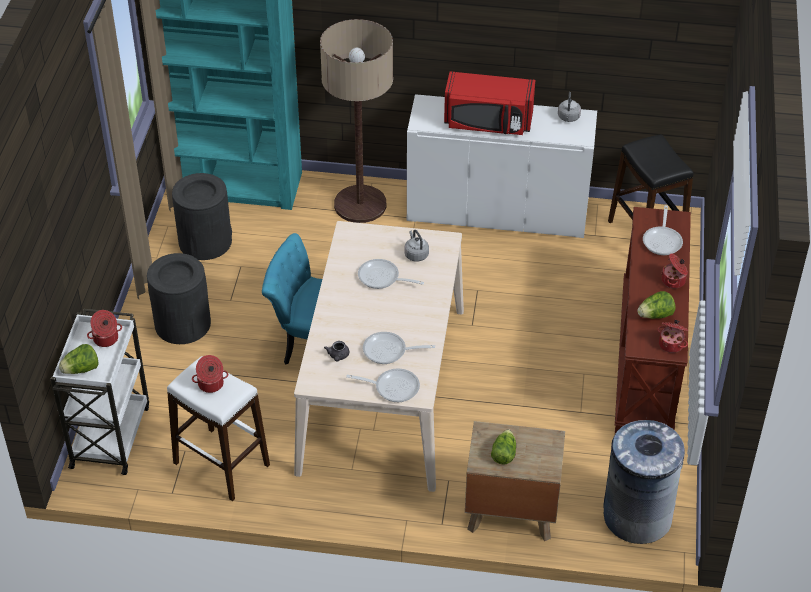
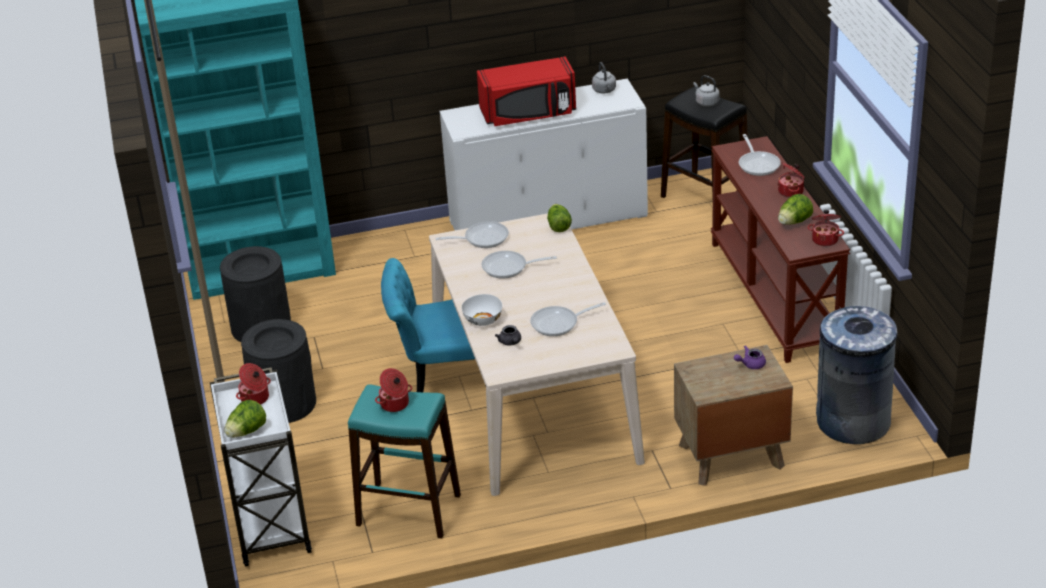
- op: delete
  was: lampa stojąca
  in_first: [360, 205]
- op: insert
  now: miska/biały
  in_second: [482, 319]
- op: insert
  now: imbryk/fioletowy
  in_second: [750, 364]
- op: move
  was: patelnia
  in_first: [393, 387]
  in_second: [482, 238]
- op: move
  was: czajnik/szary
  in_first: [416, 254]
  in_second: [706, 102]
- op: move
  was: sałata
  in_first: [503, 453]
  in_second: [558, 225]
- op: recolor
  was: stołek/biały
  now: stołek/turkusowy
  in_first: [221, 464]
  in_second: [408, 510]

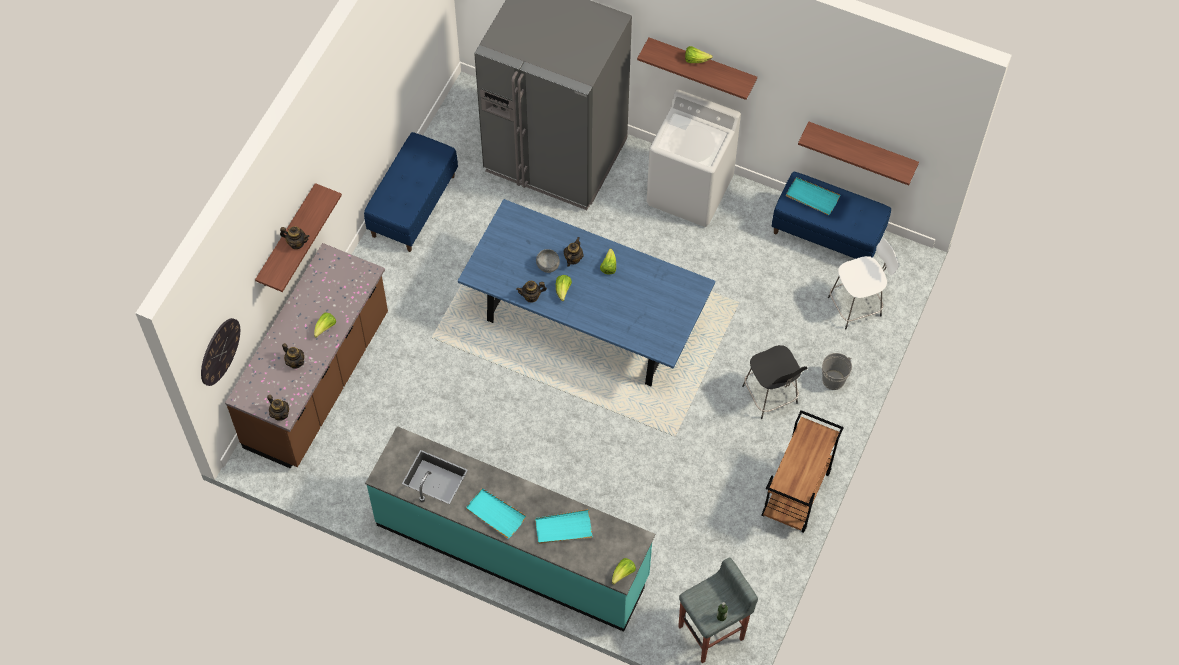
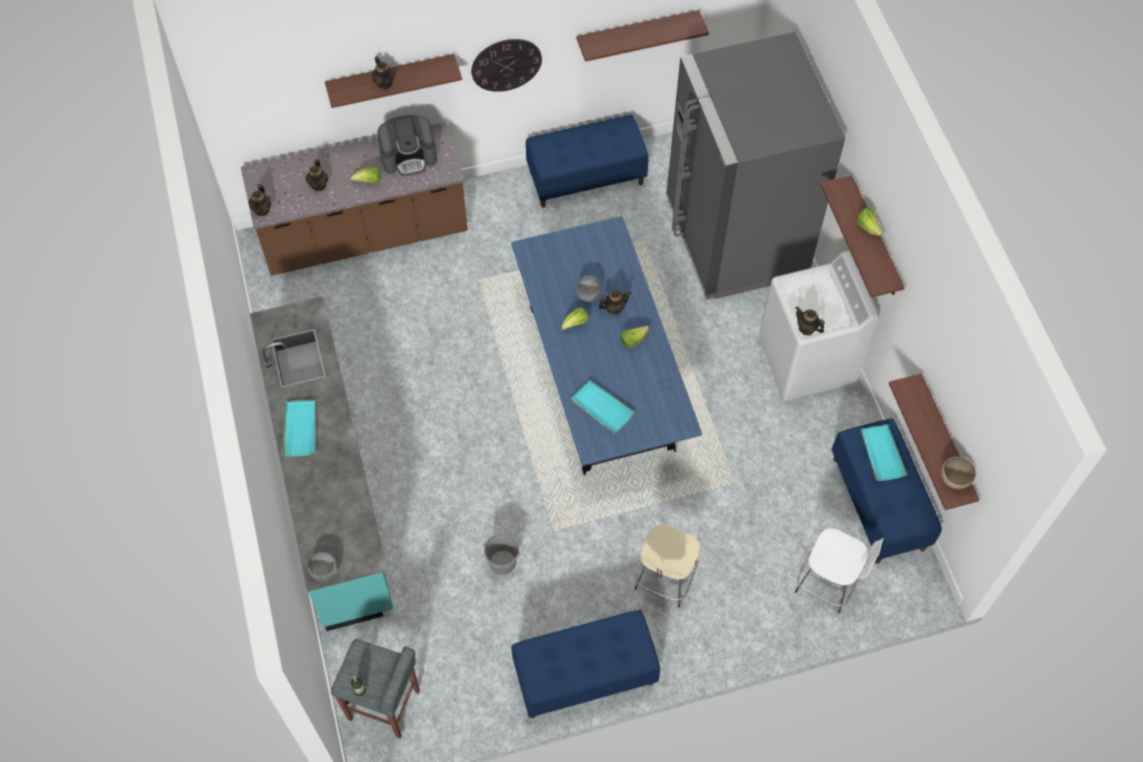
- op: insert
  now: ekspres do kawy
  in_second: [409, 156]
- op: insert
  now: półka
  in_second: [637, 32]
- op: insert
  now: miska/brązowy
  in_second: [954, 480]
- op: move
  was: zegar ścienny
  in_first: [219, 351]
  in_second: [506, 64]
- op: move
  was: imbryk
  in_first: [531, 296]
  in_second: [806, 328]
- op: move
  was: taca/turkusowy
  in_first: [563, 528]
  in_second: [601, 407]
- op: move
  was: wiadro/szary
  in_first: [833, 380]
  in_second: [502, 562]
- op: replace
  was: sałata
  now: miska/szary
  in_first: [623, 573]
  in_second: [325, 572]
- op: replace
  was: wózek/brązowy
  now: ławka/niebieski
  in_first: [796, 495]
  in_second: [584, 676]
- op: recolor
  was: stołek/czarny
  now: stołek/beżowy
  in_first: [770, 396]
  in_second: [664, 580]

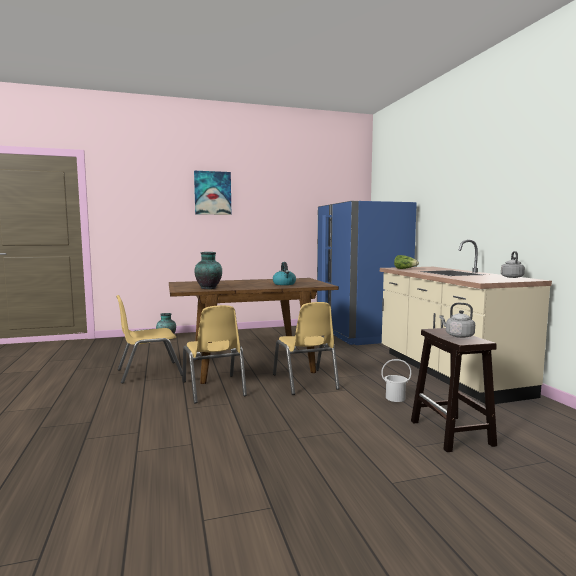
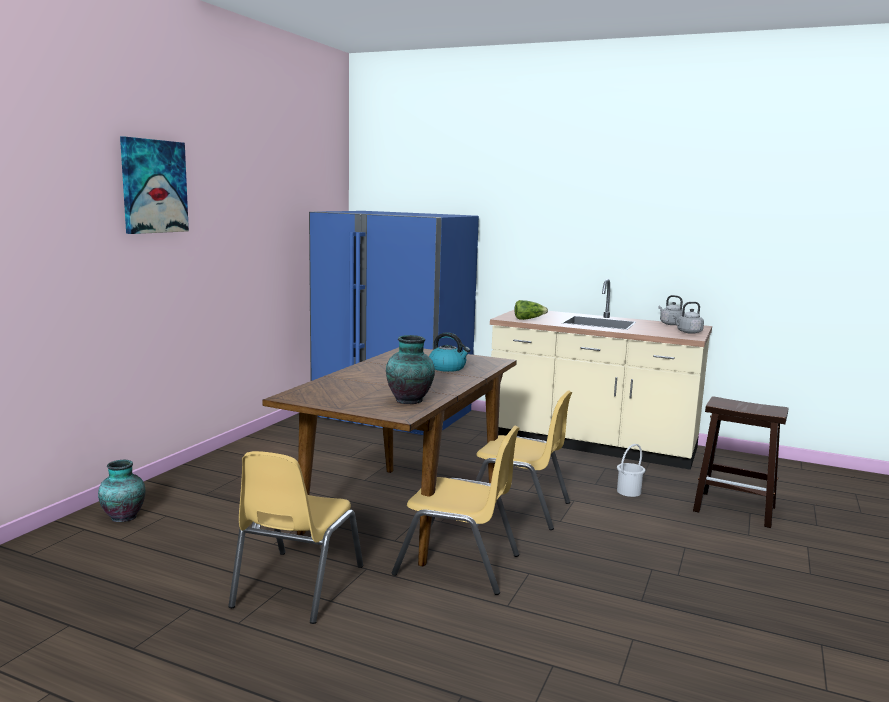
- op: move
  was: czajnik/szary
  in_first: [458, 336]
  in_second: [688, 332]

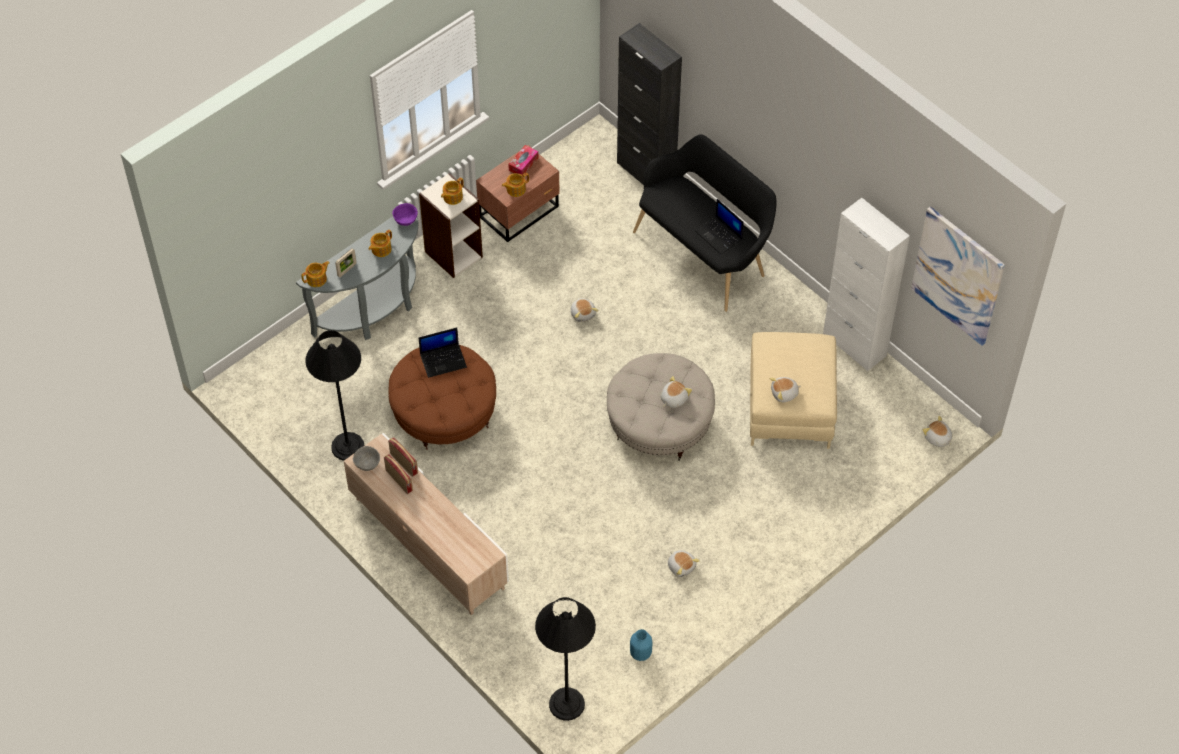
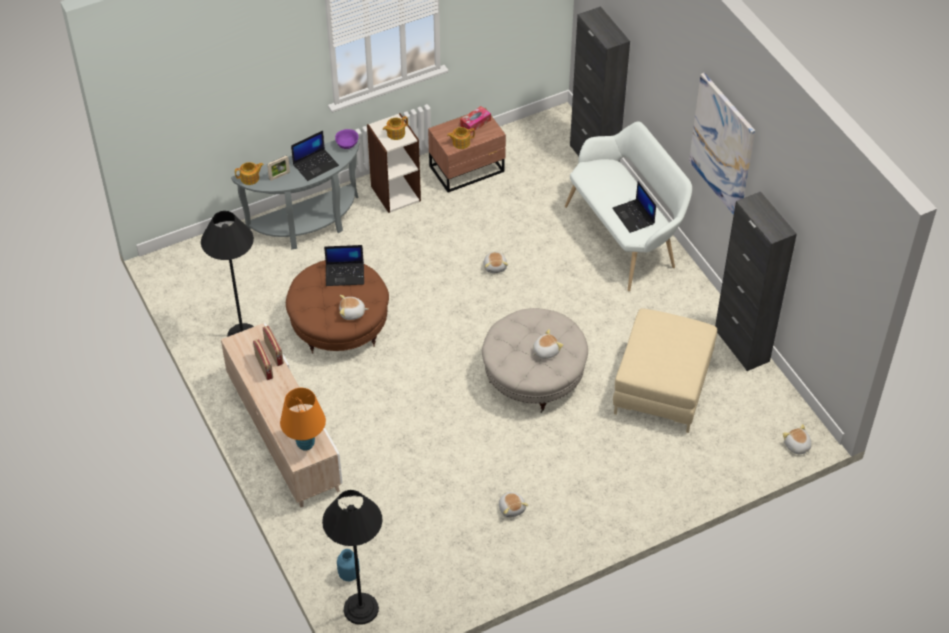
- op: delete
  was: miska/szary
  in_first: [367, 463]
- op: insert
  now: lampa stołowa/pomarańczowy
  in_second: [305, 444]
- op: move
  was: wazon/niebieski
  in_first: [640, 653]
  in_second: [348, 574]
- op: move
  was: pluszak
  in_first: [784, 394]
  in_second: [352, 313]
- op: move
  was: obraz
  in_first: [958, 275]
  in_second: [722, 145]
- op: replace
  was: imbryk
  now: laptop
  in_first: [380, 249]
  in_second: [316, 164]
- op: recolor
  was: ławka/czarny
  now: ławka/biały
  in_first: [704, 252]
  in_second: [625, 236]
- op: recolor
  was: szafka/biały
  now: szafka/czarny
  in_first: [854, 345]
  in_second: [741, 345]

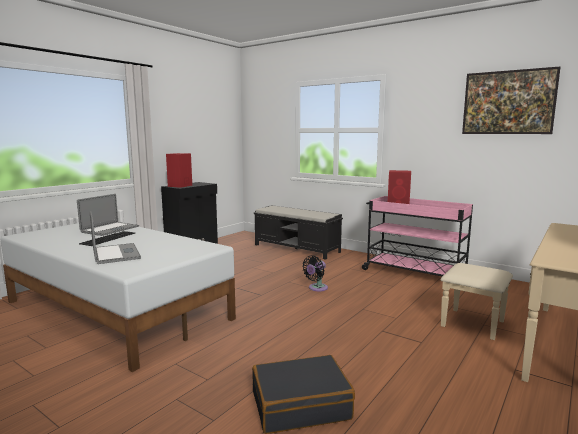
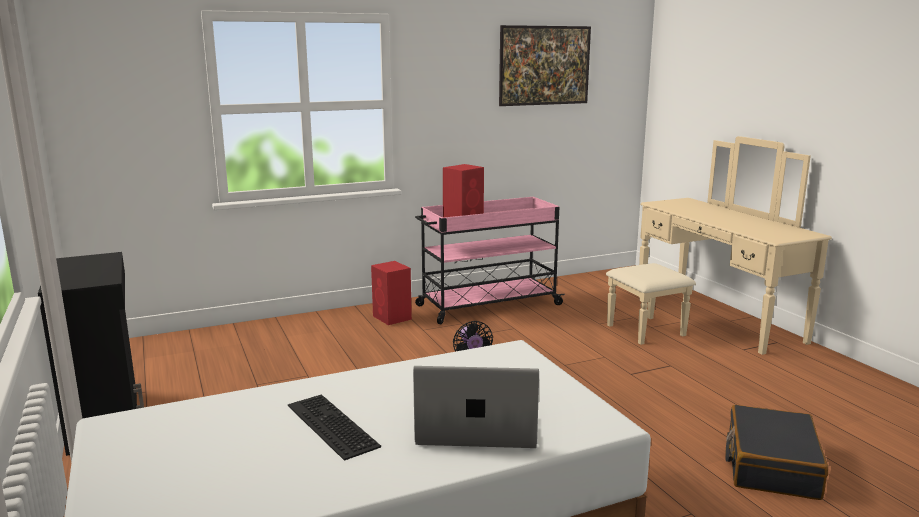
- op: delete
  was: laptop
  in_first: [110, 229]
- op: delete
  was: ławka/czarny
  in_first: [297, 248]
- op: move
  was: głośnik/czerwony
  in_first: [179, 186]
  in_second: [392, 318]

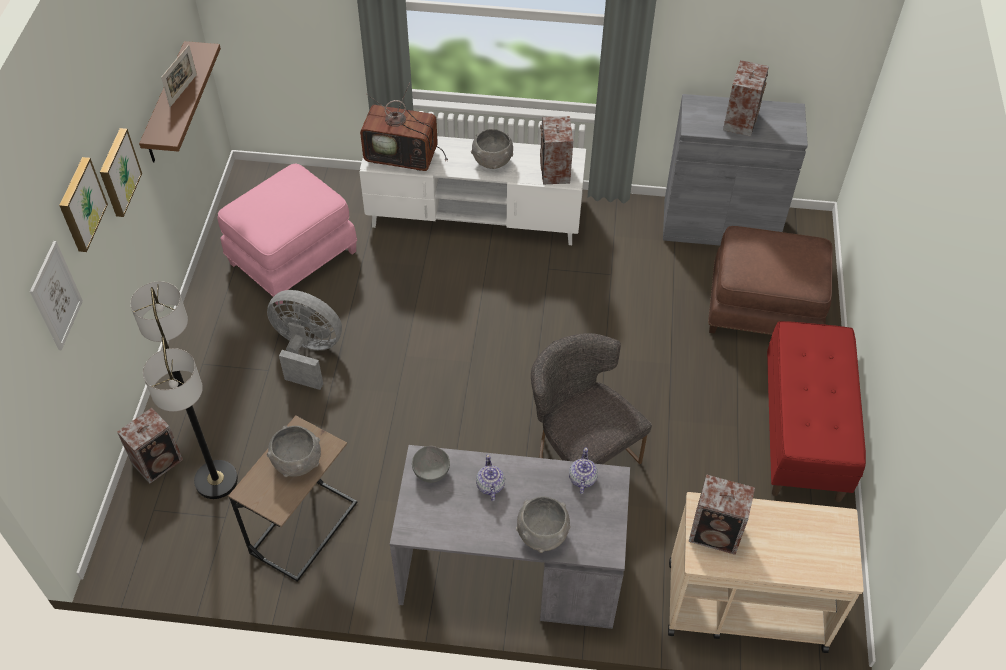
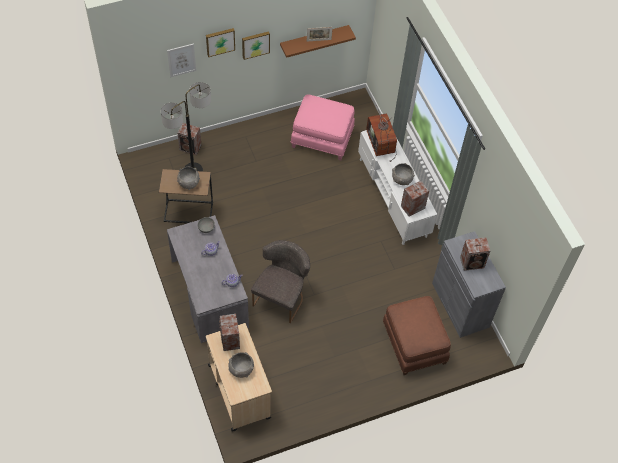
- op: delete
  was: wentylator/szary
  in_first: [307, 352]
- op: delete
  was: ławka/czerwony
  in_first: [803, 432]
- op: move
  was: miska/szary
  in_first: [542, 534]
  in_second: [241, 369]

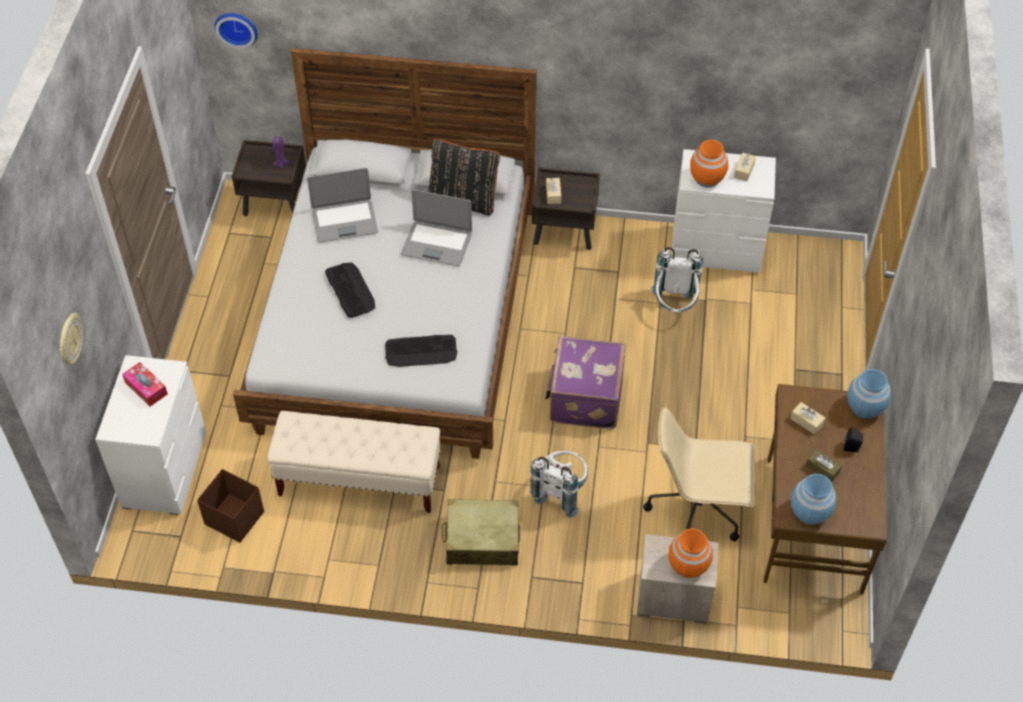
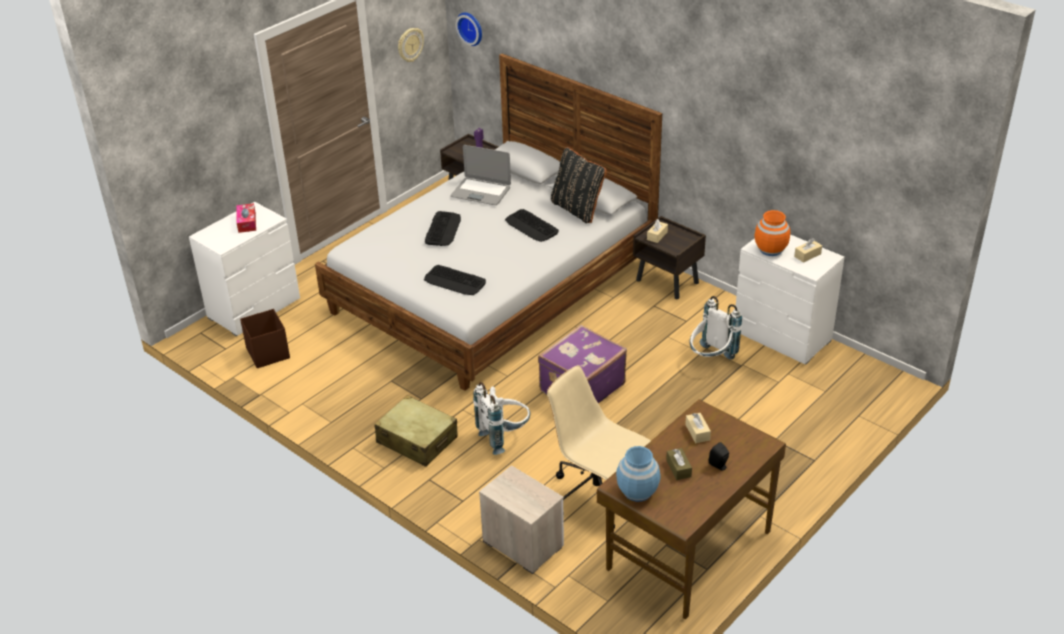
- op: delete
  was: ławka/beżowy
  in_first: [359, 481]
- op: delete
  was: wazon/pomarańczowy
  in_first: [688, 566]
- op: delete
  was: wazon/niebieski
  in_first: [864, 408]
- op: move
  was: zegar ścienny
  in_first: [69, 340]
  in_second: [410, 45]
- op: replace
  was: laptop
  now: klawiatura
  in_first: [437, 244]
  in_second: [531, 226]

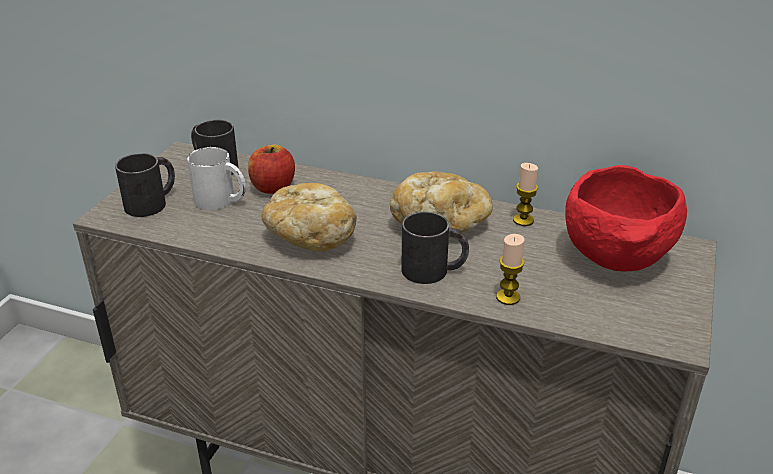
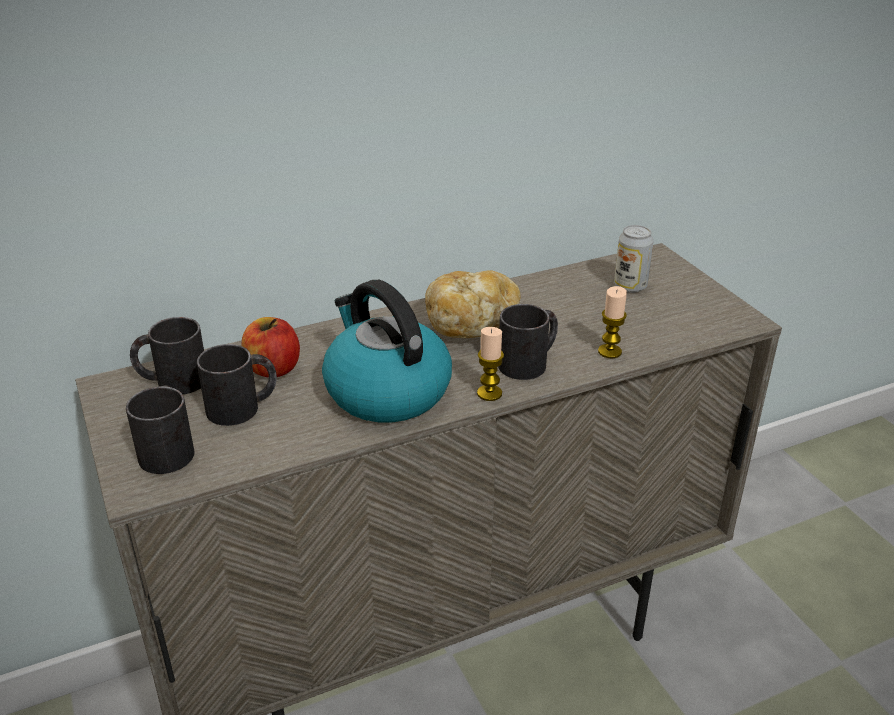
- op: move
  was: świeca
  in_first: [523, 220]
  in_second: [489, 393]
- op: replace
  was: chleb
  now: czajnik
  in_first: [310, 236]
  in_second: [385, 391]
- op: replace
  was: miska/czerwony
  now: puszka
  in_first: [617, 260]
  in_second: [630, 286]
- op: recolor
  was: kubek/biały
  now: kubek/czarny
  in_first: [221, 200]
  in_second: [243, 407]

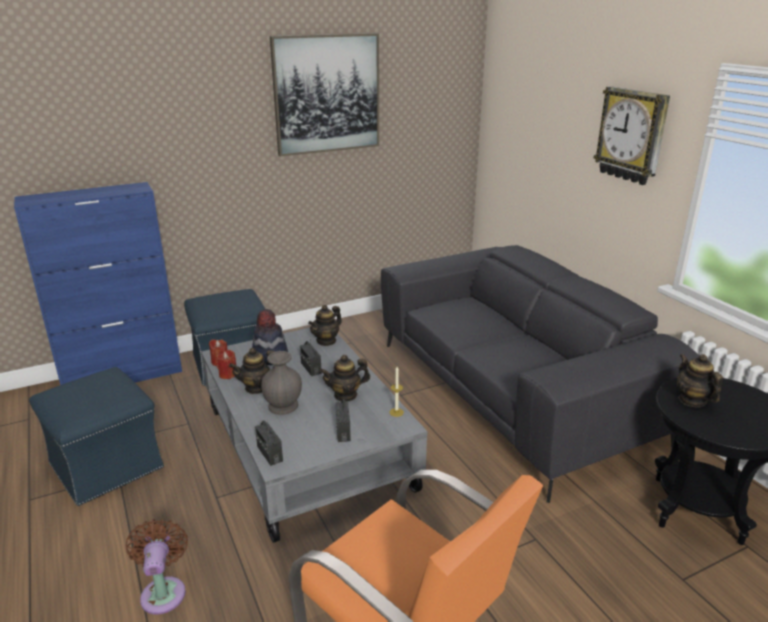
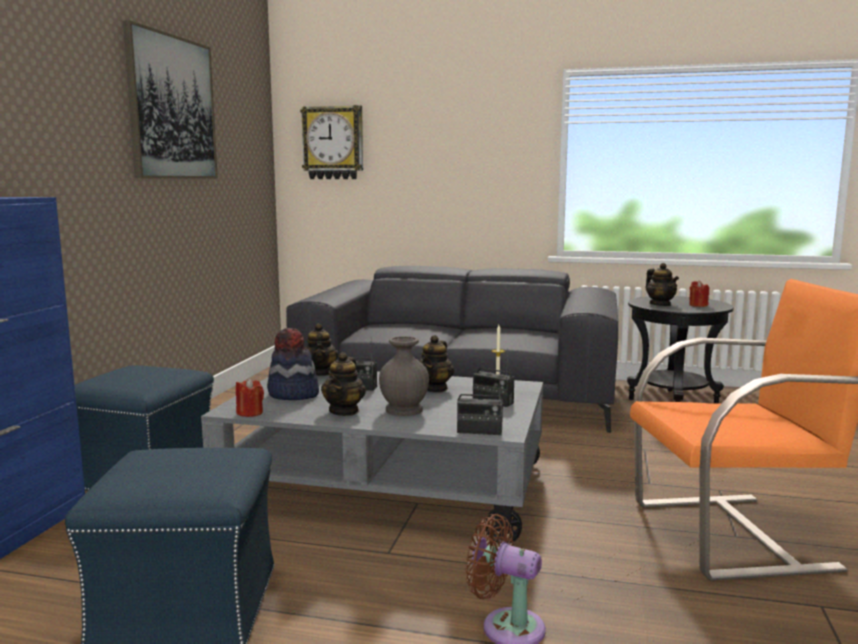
- op: move
  was: świeca/czerwony
  in_first: [228, 374]
  in_second: [698, 305]
- op: move
  was: zegar ścienny
  in_first: [632, 135]
  in_second: [333, 143]
- op: rotate
  was: imbryk
  in_first: [692, 400]
  in_second: [660, 304]
  clockwise: -135

